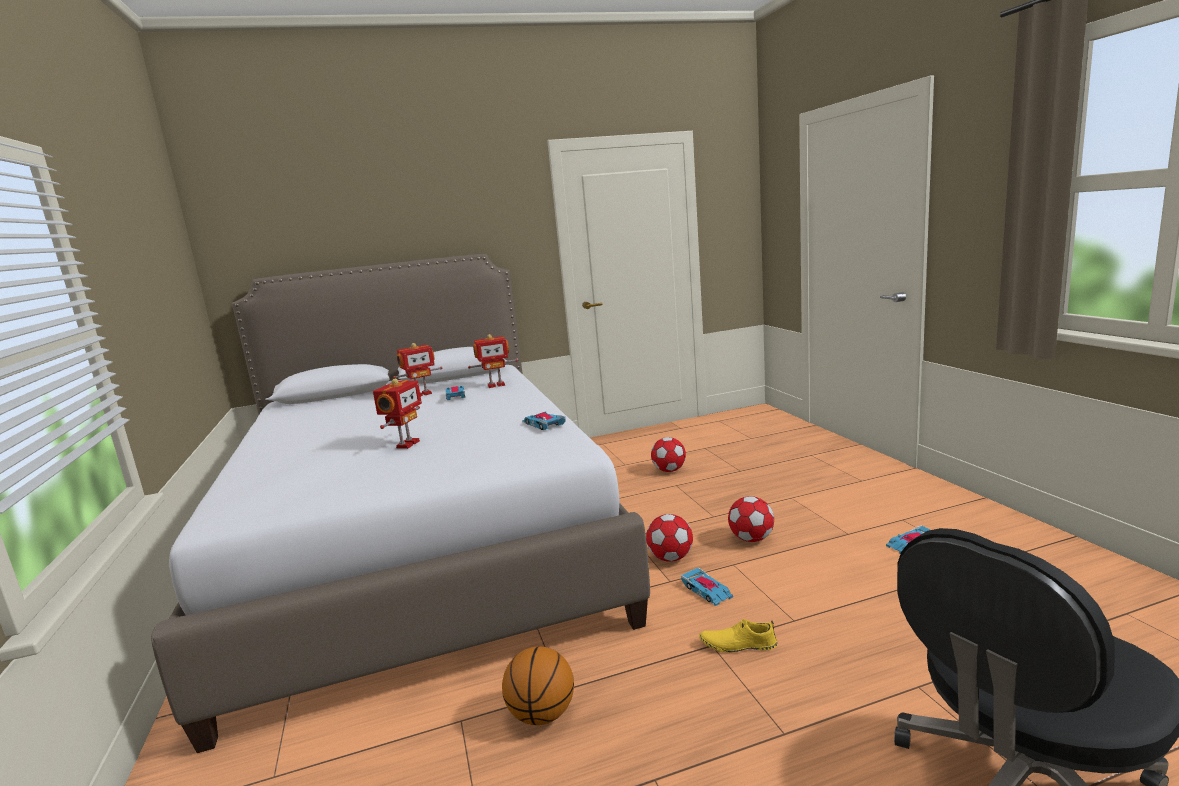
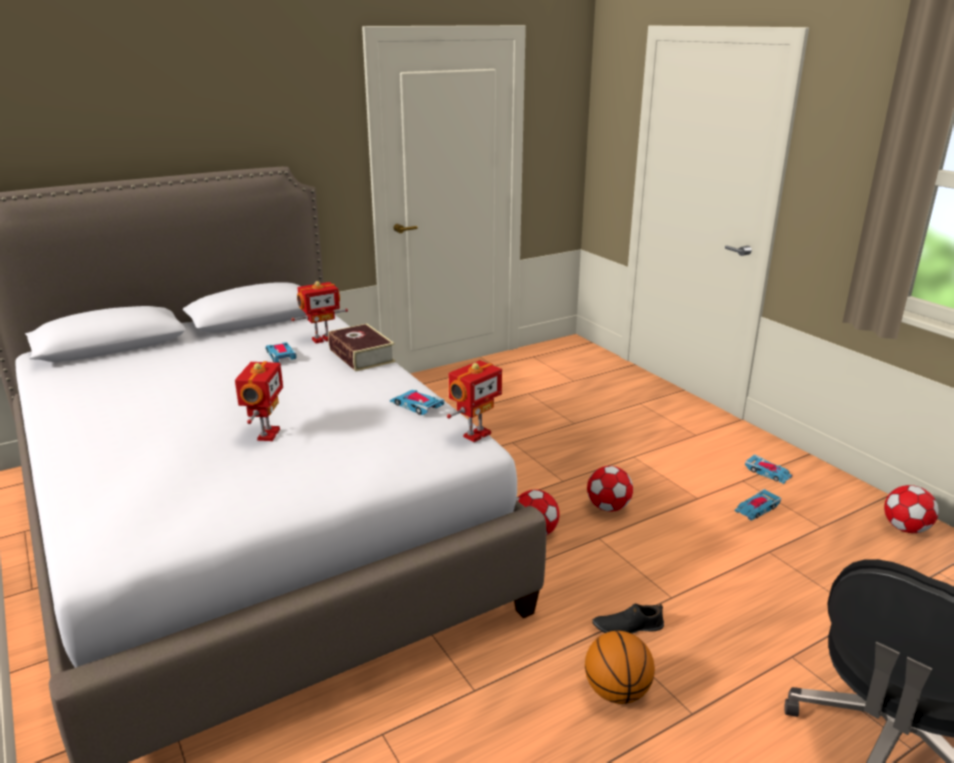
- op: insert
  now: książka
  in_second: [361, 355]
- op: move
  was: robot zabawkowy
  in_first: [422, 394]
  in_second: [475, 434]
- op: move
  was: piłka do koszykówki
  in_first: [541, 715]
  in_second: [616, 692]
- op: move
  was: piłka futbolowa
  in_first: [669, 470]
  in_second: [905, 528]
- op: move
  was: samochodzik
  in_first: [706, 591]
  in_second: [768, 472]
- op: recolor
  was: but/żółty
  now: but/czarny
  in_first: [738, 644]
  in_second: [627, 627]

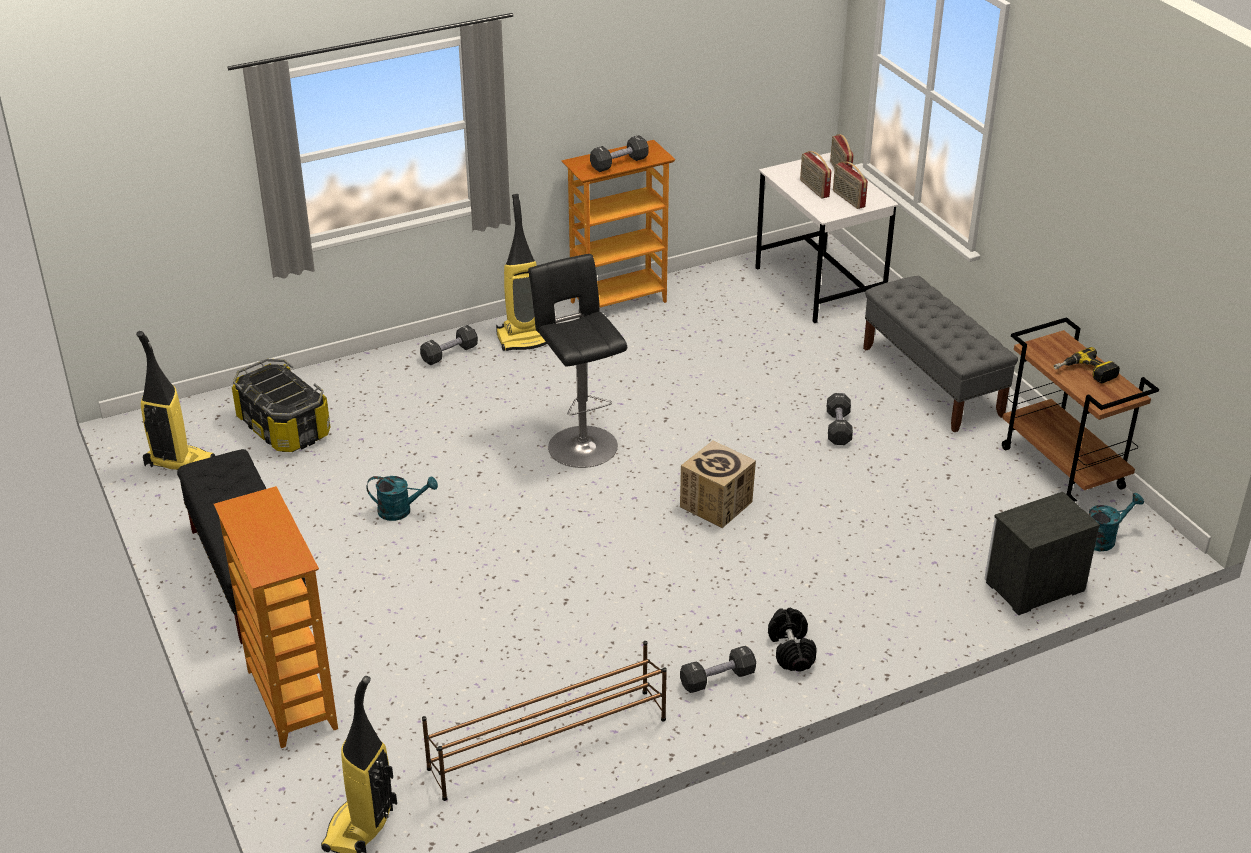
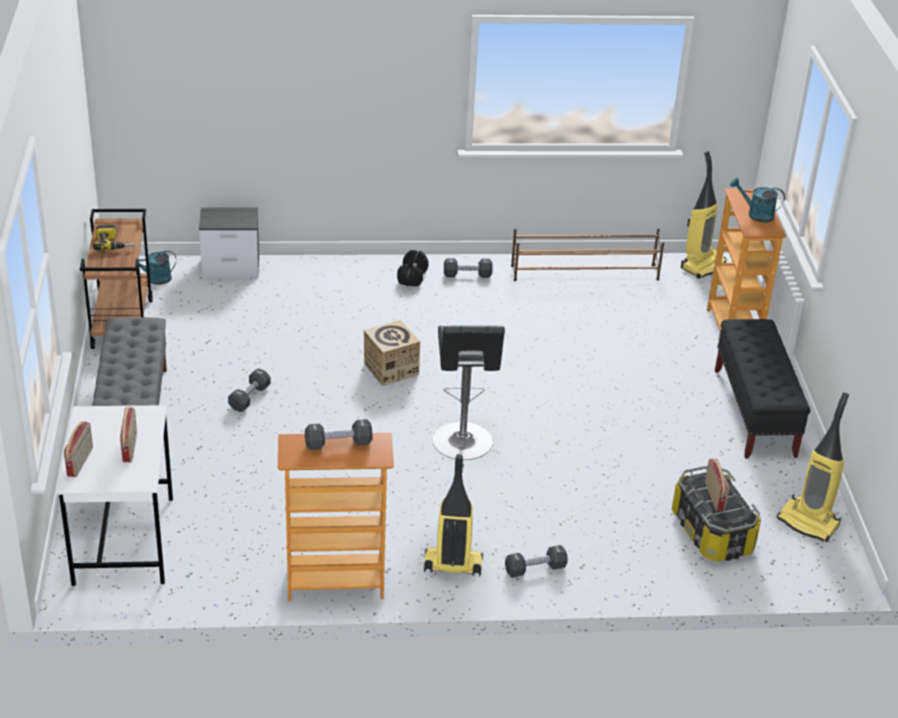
- op: move
  was: konewka/turkusowy
  in_first: [401, 511]
  in_second: [755, 214]
- op: move
  was: radio
  in_first: [848, 199]
  in_second: [715, 496]

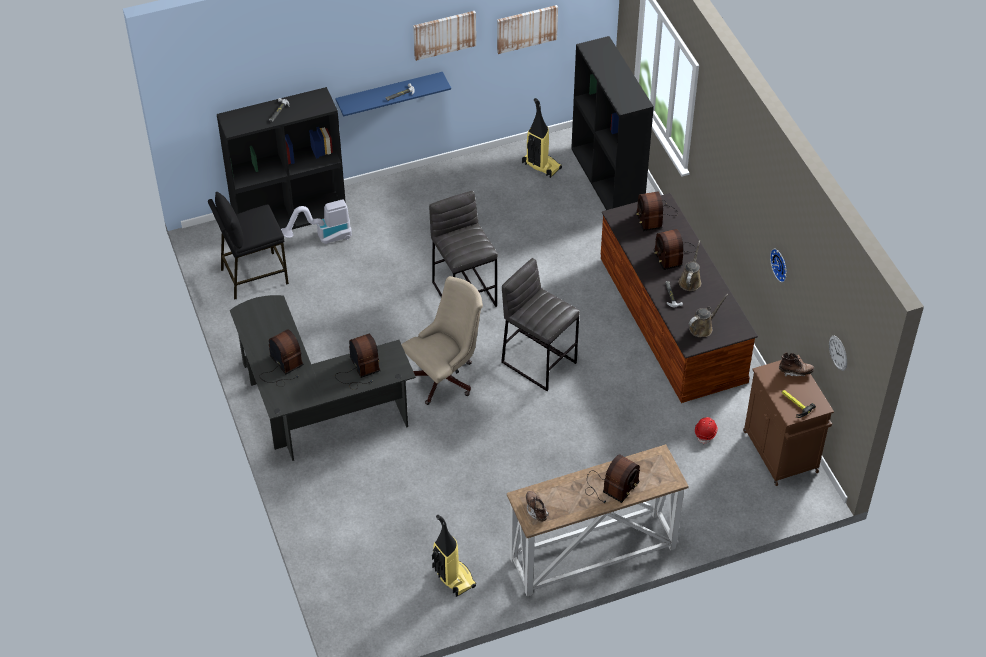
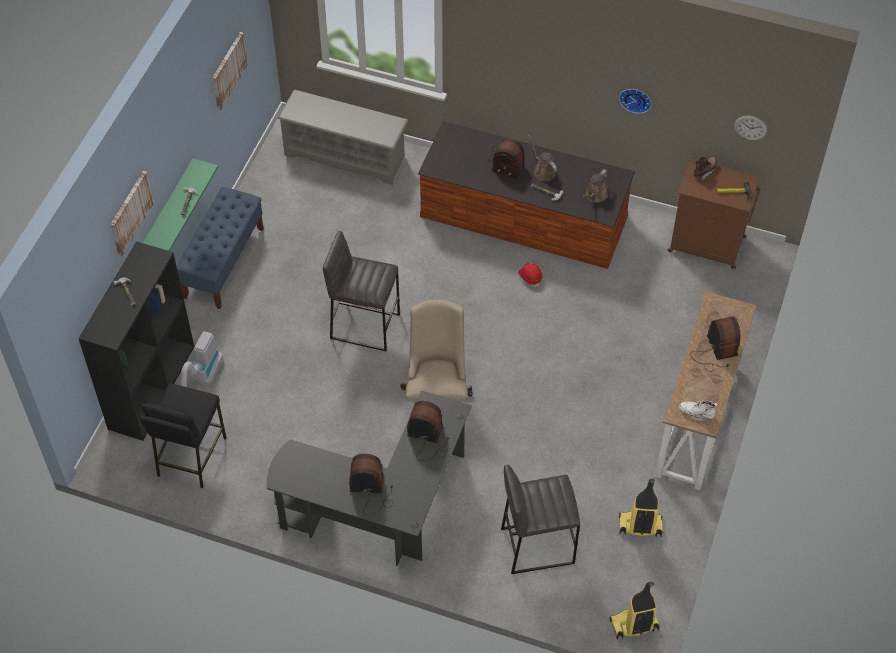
- op: delete
  was: radio
  in_first: [654, 216]
- op: insert
  now: ławka/niebieski
  in_second: [224, 262]
- op: move
  was: obraz
  in_first: [444, 34]
  in_second: [130, 212]
- op: move
  was: stołek/szary
  in_first: [539, 361]
  in_second: [536, 545]
- op: move
  was: odkurzacz
  in_first: [540, 166]
  in_second: [634, 626]
- op: move
  was: kask/czerwony
  in_first: [706, 432]
  in_second: [530, 277]
- op: replace
  was: regał/czarny
  now: regał na buty/szary
  in_first: [608, 180]
  in_second: [345, 156]
- op: recolor
  was: półka/niebieski
  now: półka/zielony
  in_first: [389, 93]
  in_second: [168, 210]
- op: recolor
  was: but z cholewką/brązowy
  now: but z cholewką/biały
  in_first: [536, 510]
  in_second: [696, 413]
- op: rotate
  was: konewka/brązowy
  in_first: [703, 327]
  in_second: [595, 196]
  clockwise: -150

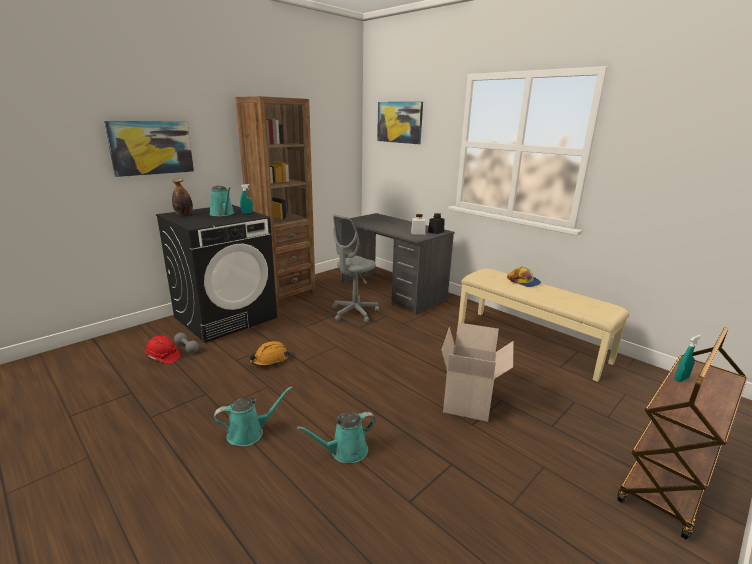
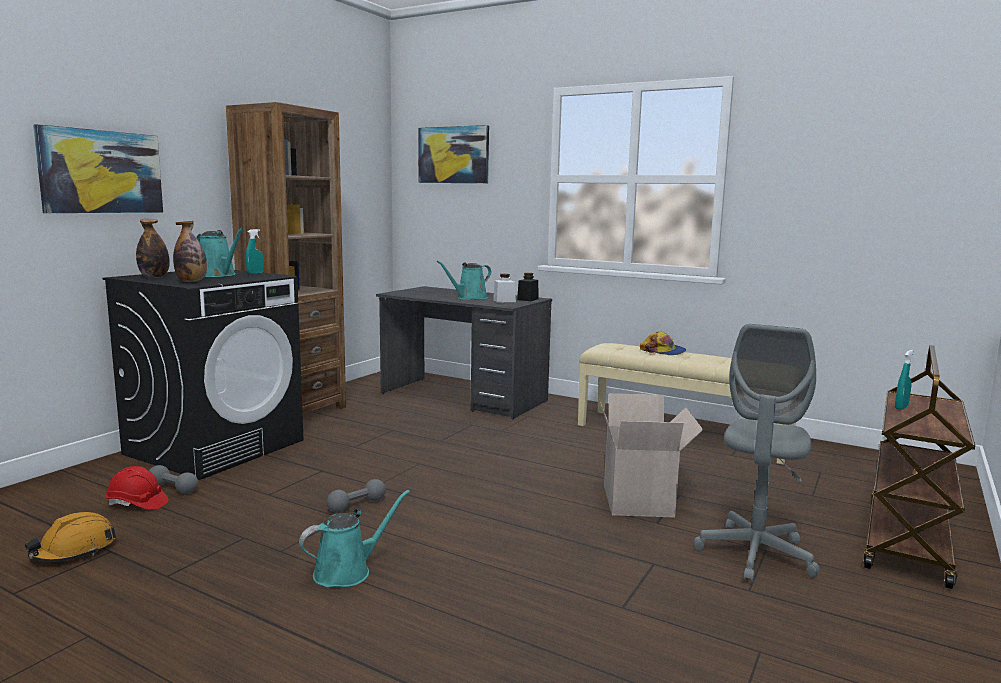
- op: insert
  now: butelka
  in_second: [191, 281]
- op: insert
  now: hantel/szary
  in_second: [357, 505]
- op: move
  was: kask/pomarańczowy
  in_first: [270, 360]
  in_second: [74, 551]
- op: move
  was: konewka/turkusowy
  in_first: [345, 451]
  in_second: [469, 298]
- op: move
  was: krzesło biurowe/szary
  in_first: [354, 313]
  in_second: [755, 555]

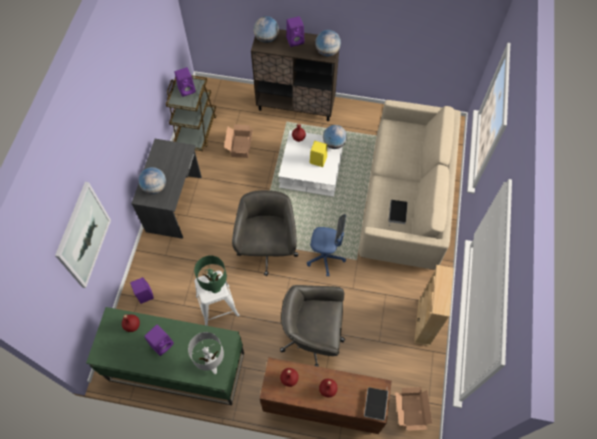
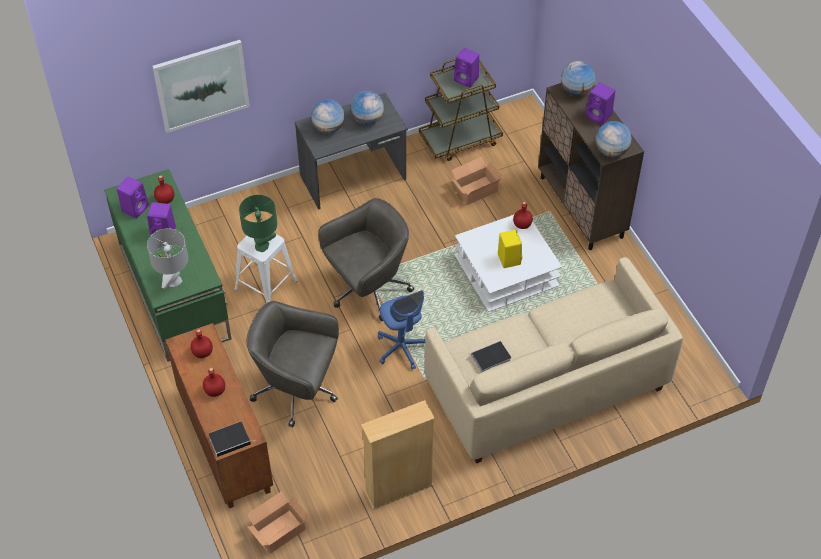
- op: move
  was: głośnik/fioletowy
  in_first: [144, 294]
  in_second: [135, 208]
- op: move
  was: globus
  in_first: [334, 143]
  in_second: [367, 119]
- op: rotate
  was: krzesło biurowe/szary
  in_first: [313, 336]
  in_second: [297, 390]
  clockwise: -45

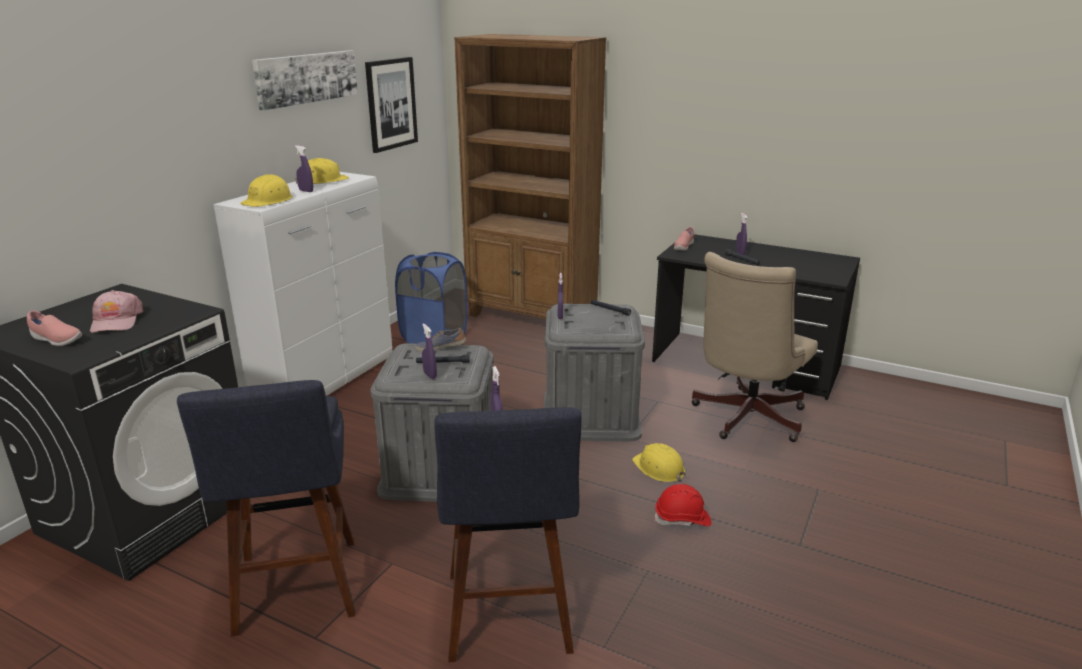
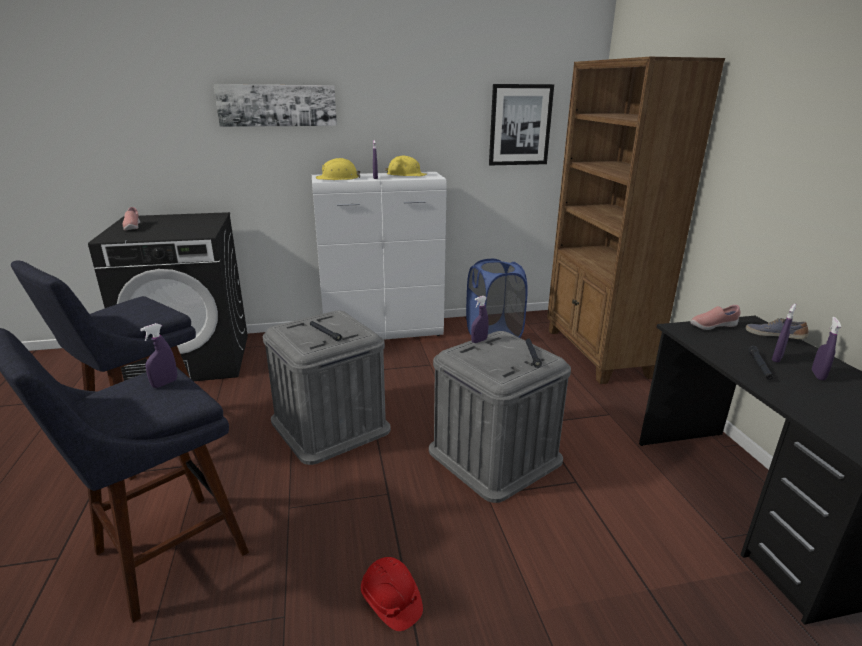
- op: delete
  was: czapka z daszkiem/różowy
  in_first: [116, 321]
- op: delete
  was: kask/żółty
  in_first: [659, 468]
- op: delete
  was: krzesło biurowe/beżowy
  in_first: [744, 419]
- op: move
  was: obraz
  in_first: [306, 78]
  in_second: [277, 105]
- op: move
  was: but
  in_first: [440, 348]
  in_second: [774, 336]
- op: move
  was: spryskiwacz/fioletowy
  in_first: [430, 375]
  in_second: [818, 375]

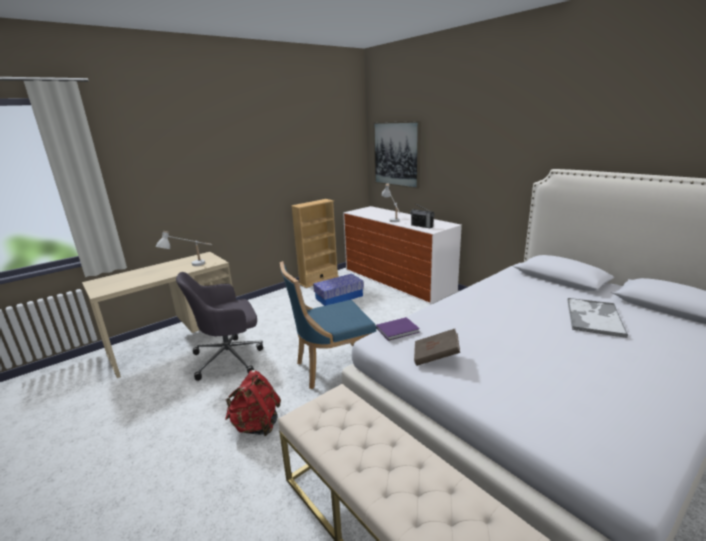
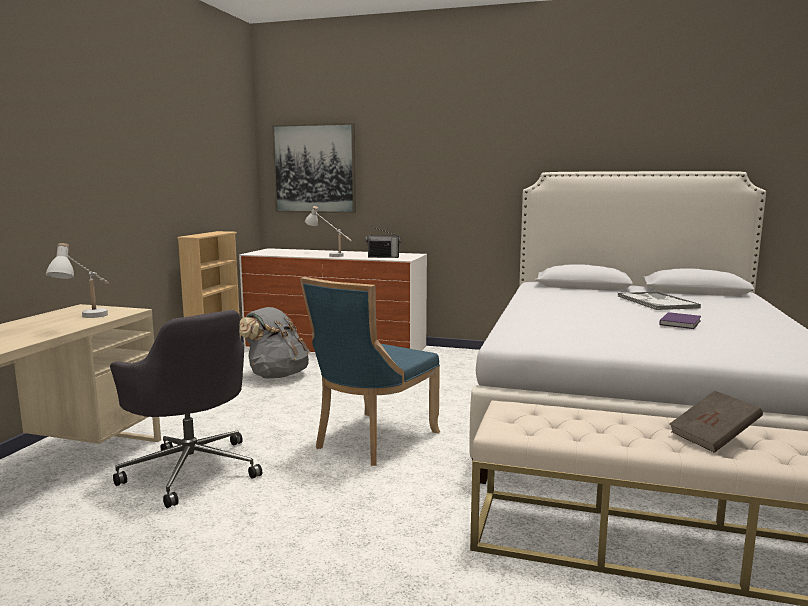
- op: delete
  was: plecak/czerwony
  in_first: [256, 425]
- op: move
  was: książka/fioletowy
  in_first: [398, 330]
  in_second: [681, 322]
- op: move
  was: książka/brązowy
  in_first: [435, 357]
  in_second: [713, 437]
- op: replace
  was: pojemnik do przechowywania
  now: plecak/szary
  in_first: [339, 297]
  in_second: [276, 375]
- op: rotate
  was: krzesło biurowe/szary
  in_first: [230, 358]
  in_second: [192, 470]
  clockwise: -75

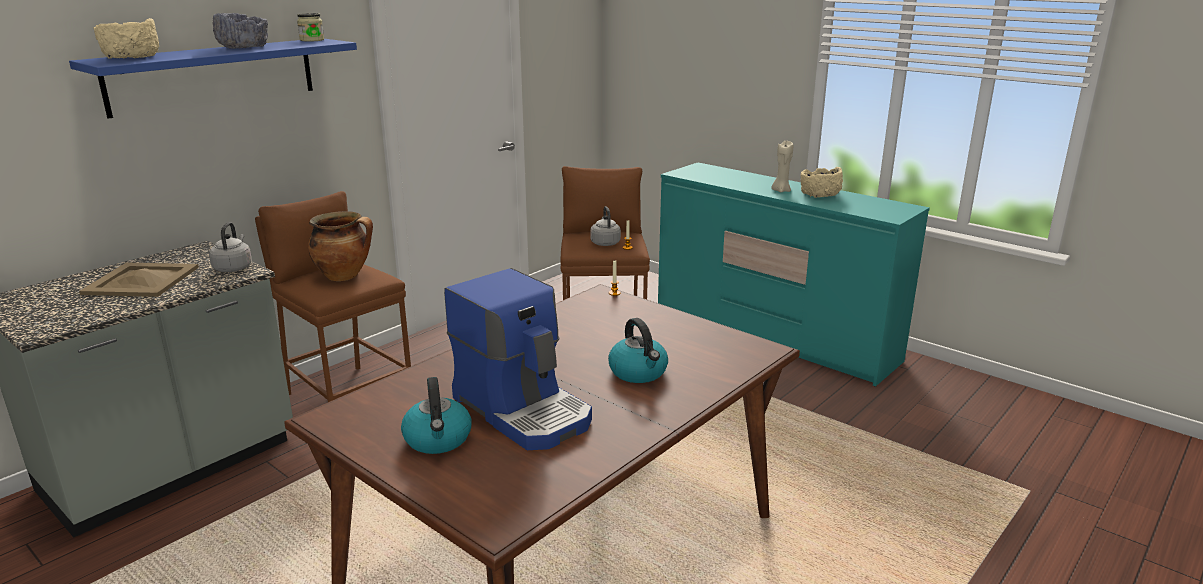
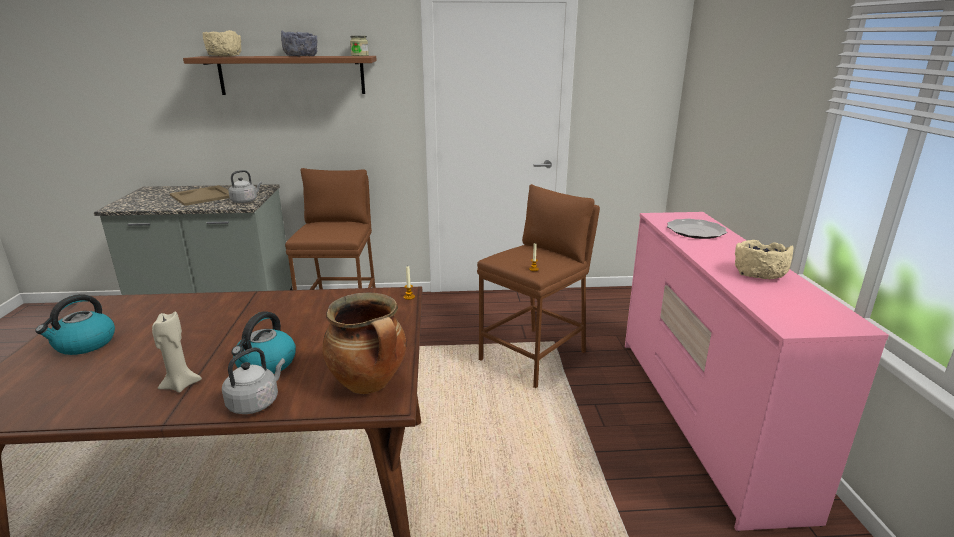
- op: delete
  was: ekspres do kawy
  in_first: [524, 409]
- op: insert
  now: talerz
  in_second: [695, 231]
- op: move
  was: garnek
  in_first: [344, 276]
  in_second: [370, 384]
- op: move
  was: czajnik/szary
  in_first: [605, 243]
  in_second: [256, 402]
- op: move
  was: świeca/beżowy
  in_first: [781, 190]
  in_second: [180, 385]
- op: recolor
  was: półka/niebieski
  now: półka/brązowy
  in_first: [213, 75]
  in_second: [292, 75]
- op: recolor
  was: komoda/turkusowy
  now: komoda/różowy
  in_first: [773, 336]
  in_second: [702, 417]

